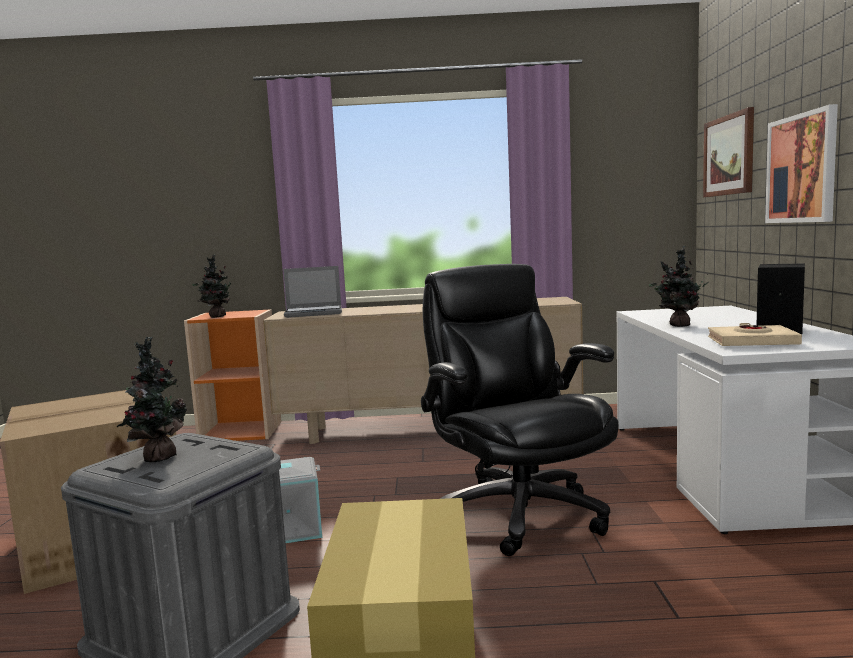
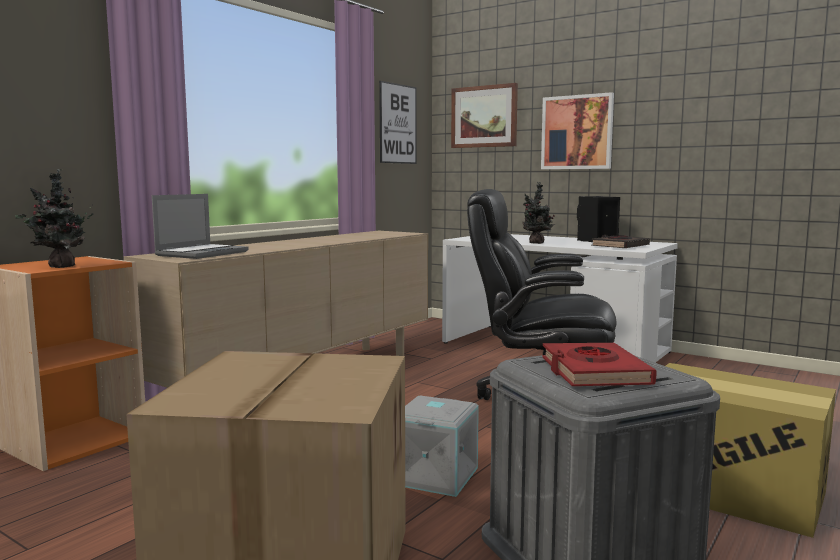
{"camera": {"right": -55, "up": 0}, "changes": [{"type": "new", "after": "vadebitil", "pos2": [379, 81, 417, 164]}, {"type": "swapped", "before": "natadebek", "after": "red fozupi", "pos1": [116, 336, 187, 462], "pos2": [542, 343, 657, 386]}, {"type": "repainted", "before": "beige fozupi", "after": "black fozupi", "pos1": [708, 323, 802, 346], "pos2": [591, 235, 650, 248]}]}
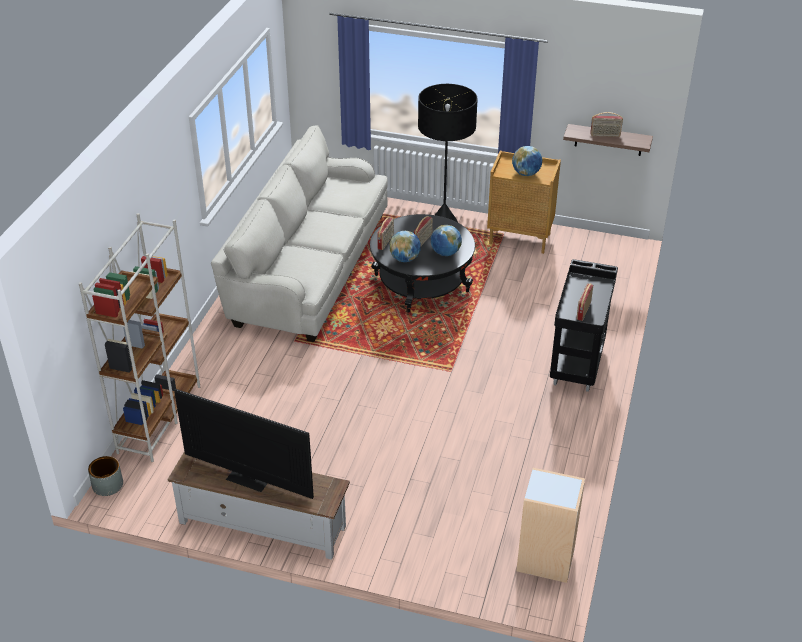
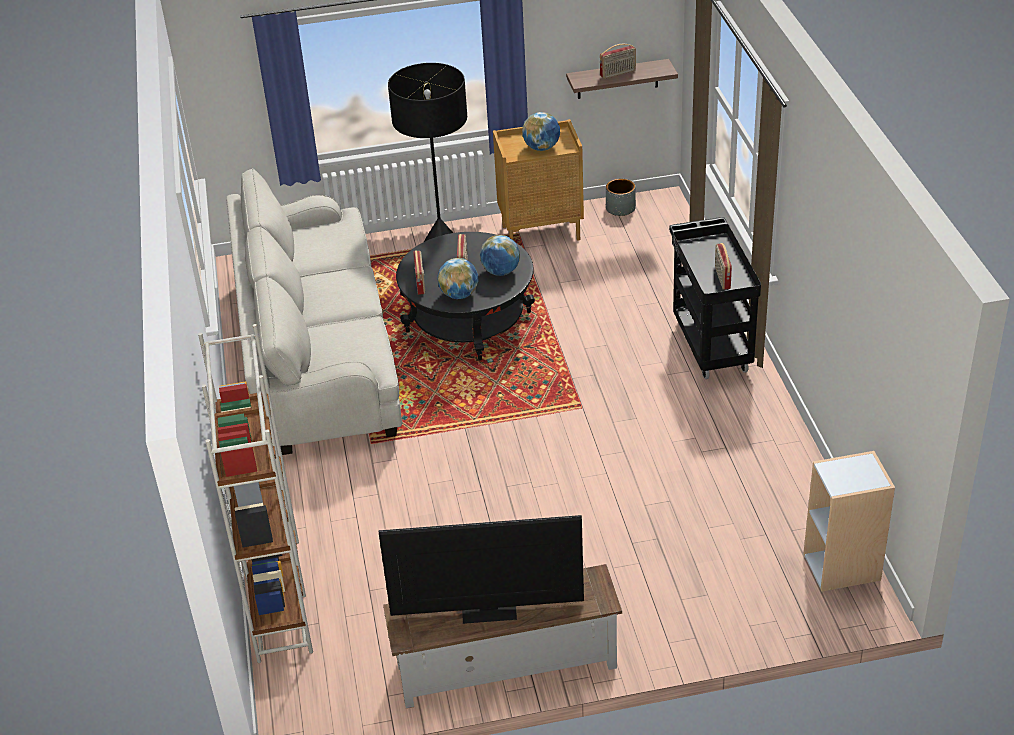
{"camera": {"right": -25, "up": 0}, "changes": [{"type": "shifted", "before": "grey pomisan", "pos1": [88, 456, 123, 496], "pos2": [606, 179, 636, 216]}]}
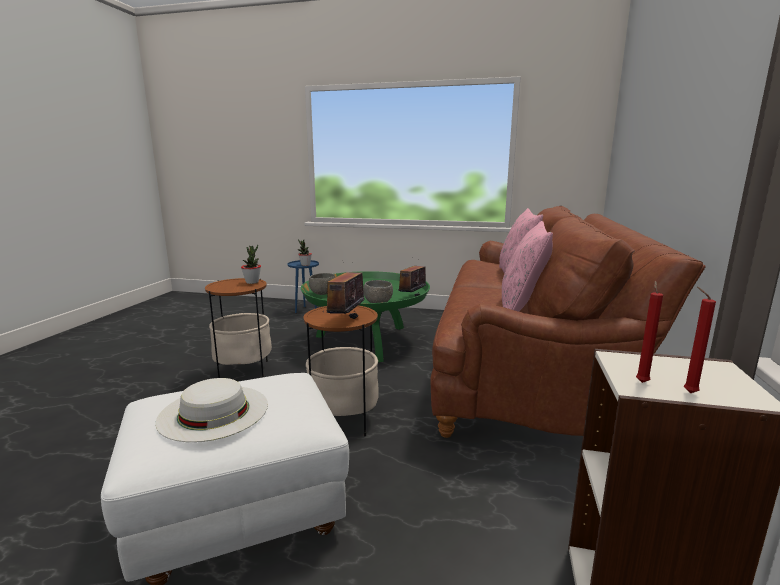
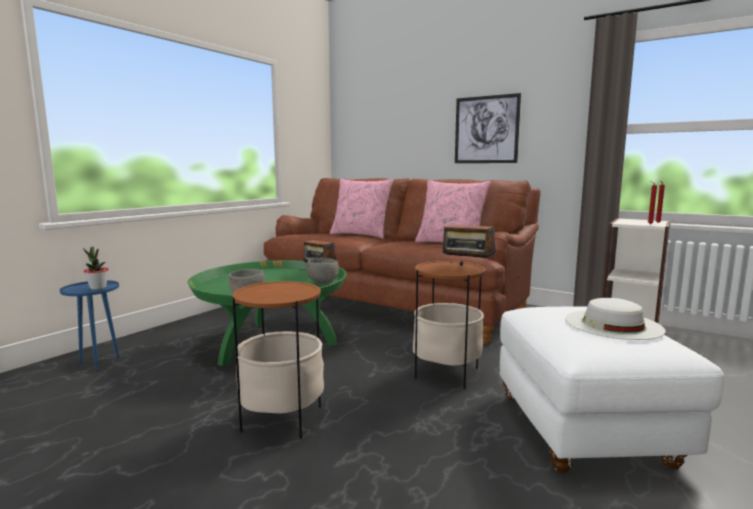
{"camera": {"right": -70, "up": -5}, "changes": [{"type": "gone", "before": "natadebek", "pos1": [241, 245, 261, 284]}, {"type": "new", "after": "vadebitil", "pos2": [455, 93, 521, 163]}]}
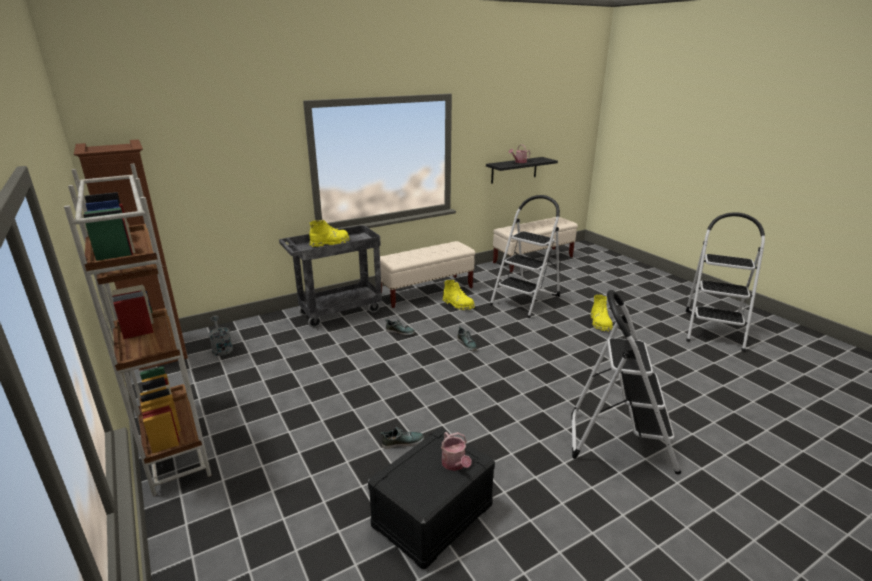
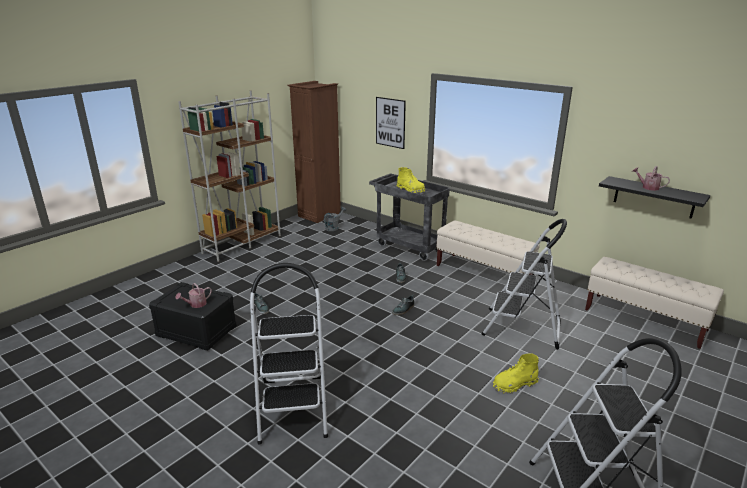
{"camera": {"right": 70, "up": 0}, "changes": [{"type": "gone", "before": "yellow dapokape", "pos1": [443, 280, 475, 310]}, {"type": "new", "after": "vadebitil", "pos2": [376, 97, 406, 149]}]}
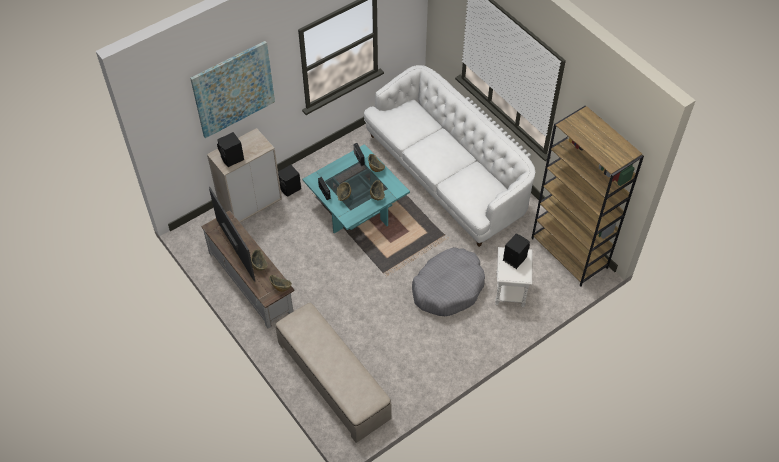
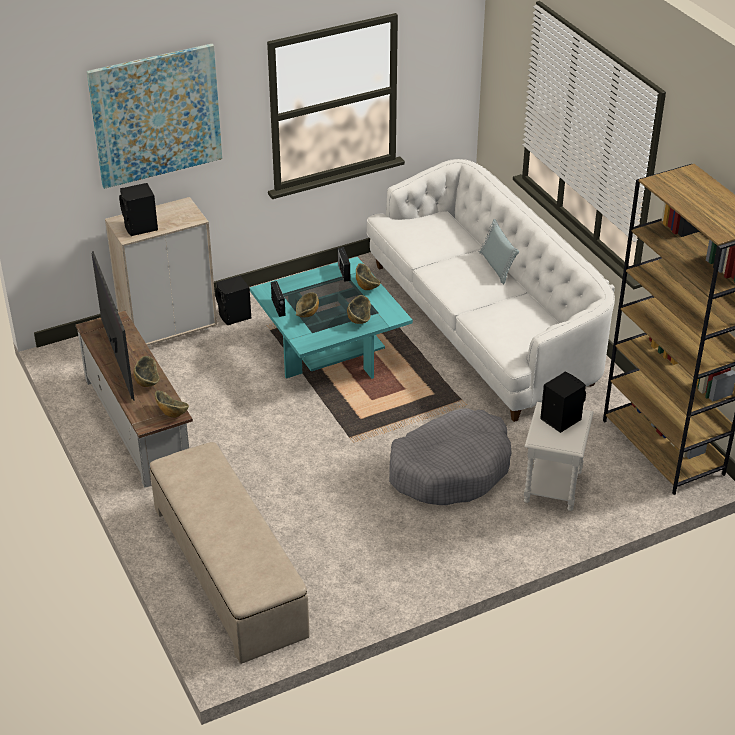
{"camera": {"right": 10, "up": -15}, "changes": [{"type": "new", "after": "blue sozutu", "pos2": [478, 219, 519, 284]}]}
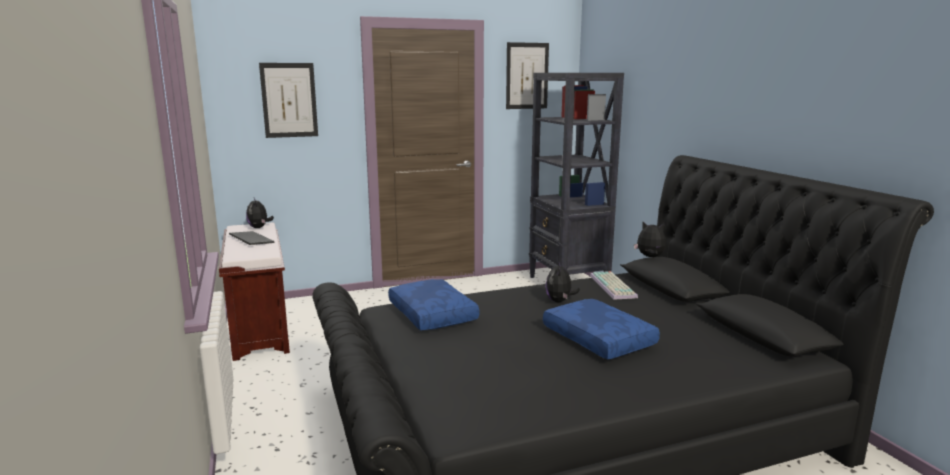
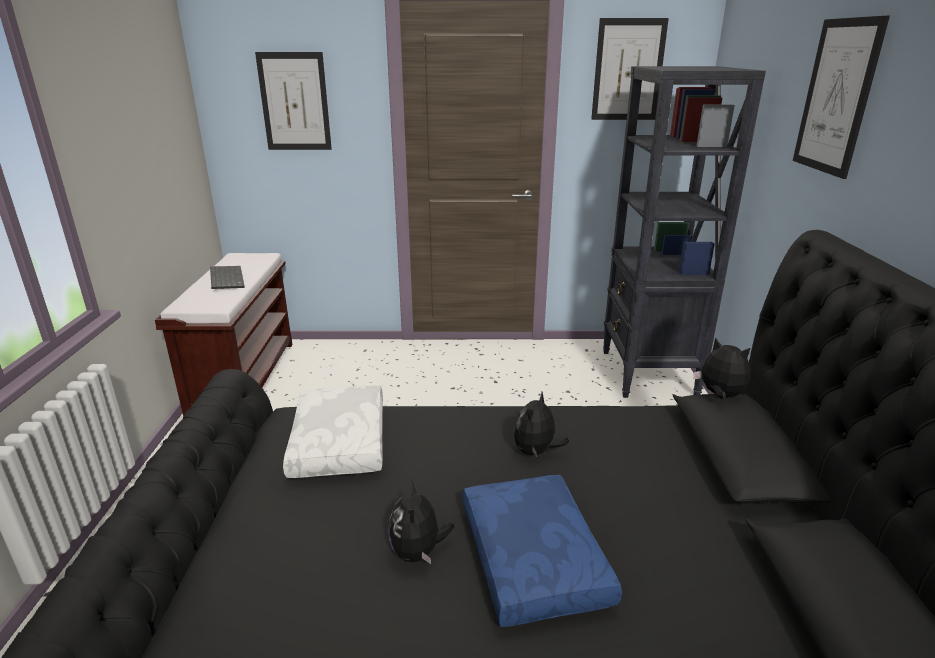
{"camera": {"right": 20, "up": 10}, "changes": [{"type": "gone", "before": "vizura", "pos1": [590, 271, 638, 300]}, {"type": "new", "after": "vadebitil", "pos2": [793, 16, 890, 179]}, {"type": "shifted", "before": "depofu", "pos1": [246, 198, 274, 228], "pos2": [388, 478, 454, 564]}, {"type": "repainted", "before": "blue sozutu", "after": "white sozutu", "pos1": [388, 279, 479, 330], "pos2": [283, 385, 383, 478]}]}
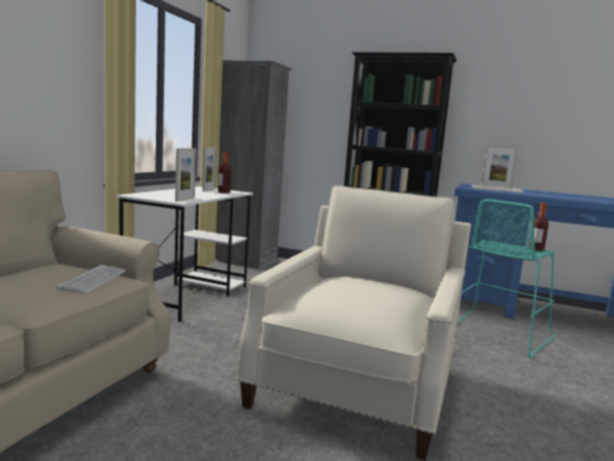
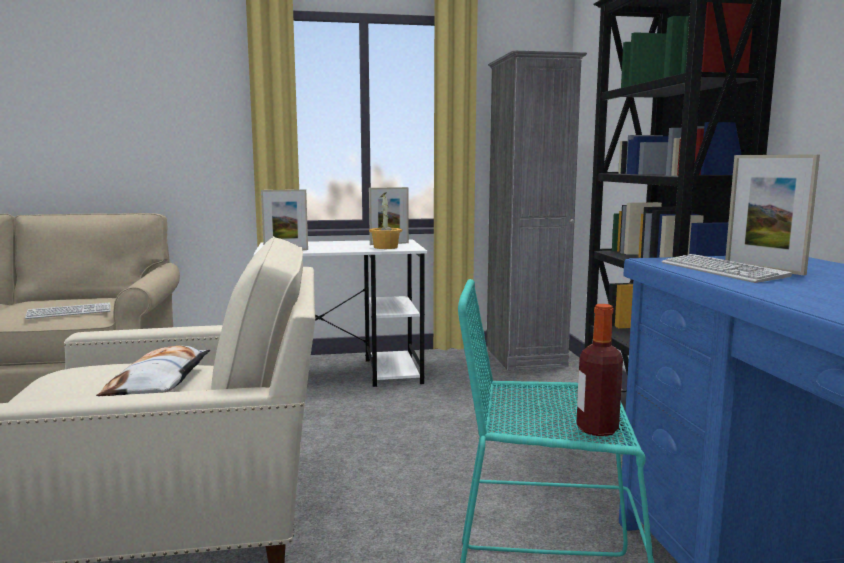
{"camera": {"right": 60, "up": 0}, "changes": [{"type": "new", "after": "sozutu", "pos2": [96, 346, 210, 396]}, {"type": "swapped", "before": "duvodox", "after": "natadebek", "pos1": [218, 151, 232, 193], "pos2": [369, 192, 402, 249]}]}
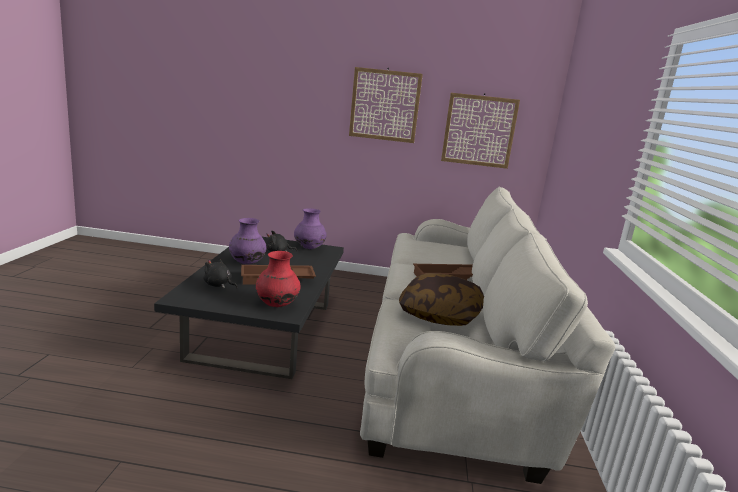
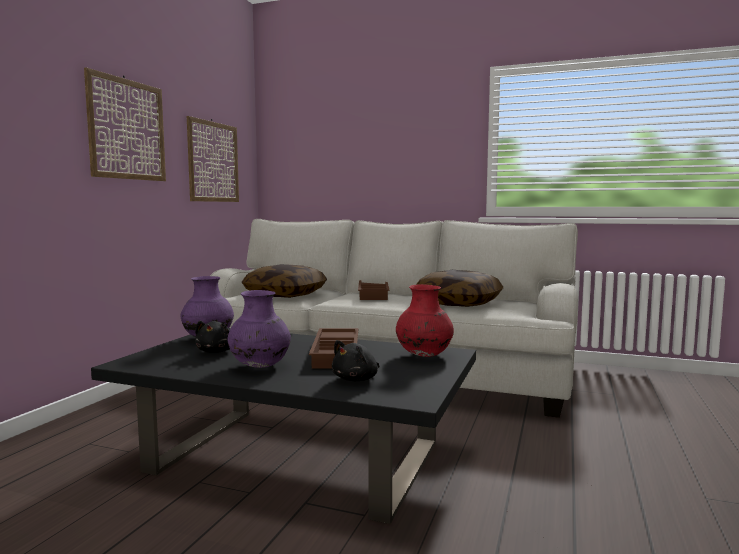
{"camera": {"right": -75, "up": -10}, "changes": [{"type": "new", "after": "sozutu", "pos2": [242, 264, 327, 298]}]}
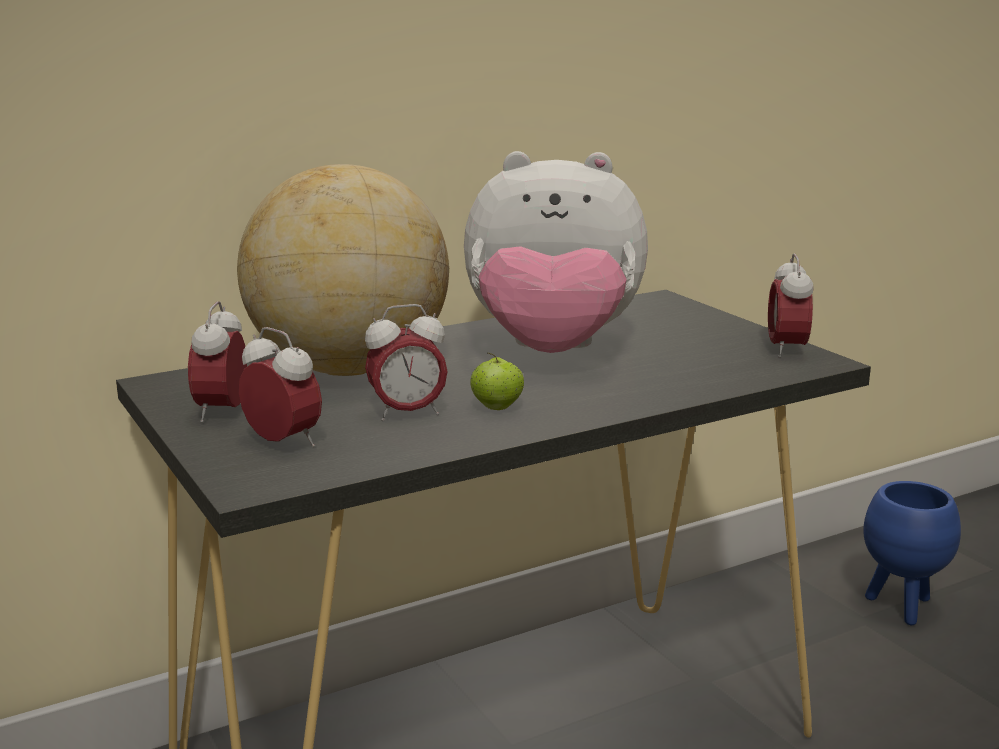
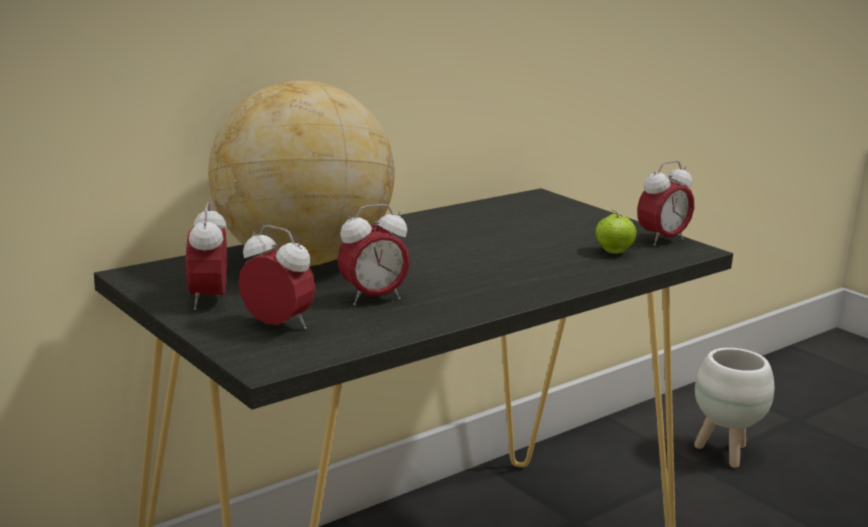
{"camera": {"right": -10, "up": 0}, "changes": [{"type": "gone", "before": "depofu", "pos1": [464, 151, 648, 353]}, {"type": "shifted", "before": "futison", "pos1": [470, 352, 524, 410], "pos2": [595, 210, 637, 254]}, {"type": "repainted", "before": "blue pomisan", "after": "white pomisan", "pos1": [863, 481, 961, 625], "pos2": [694, 348, 774, 468]}, {"type": "rotated", "before": "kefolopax", "pos1": [768, 254, 813, 358], "pos2": [637, 161, 694, 246], "turn": -120}]}
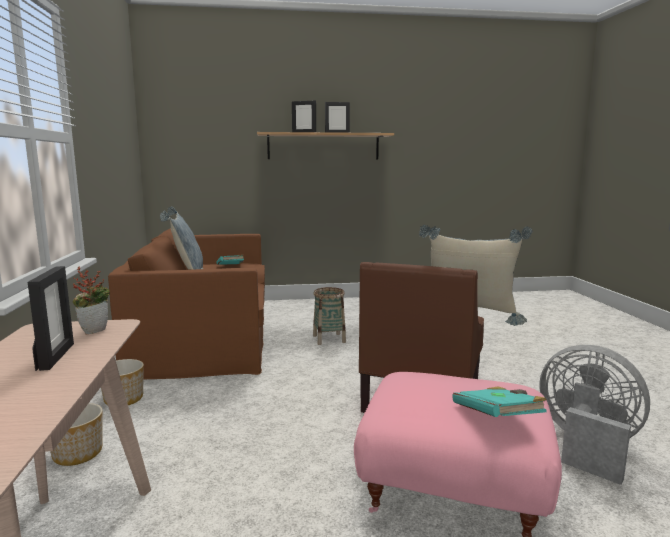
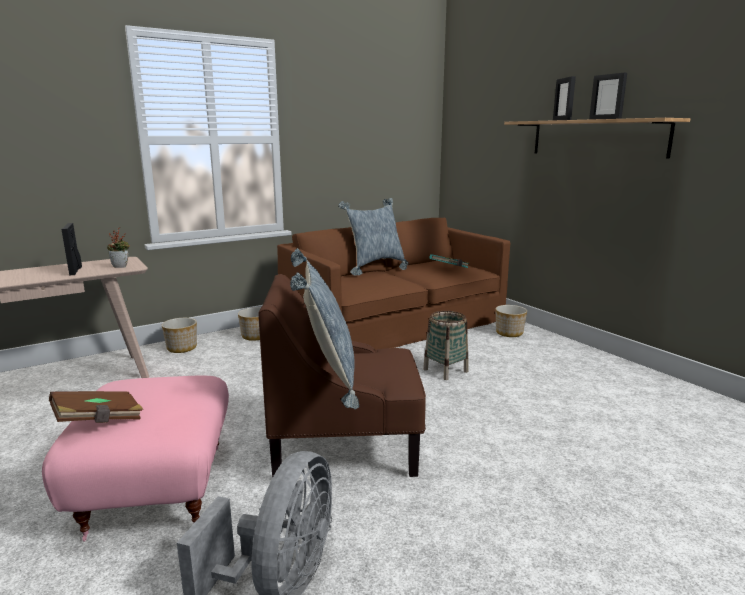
{"camera": {"right": 65, "up": 5}, "changes": [{"type": "new", "after": "pomisan", "pos2": [496, 305, 527, 337]}, {"type": "repainted", "before": "turquoise fozupi", "after": "brown fozupi", "pos1": [452, 386, 547, 417], "pos2": [49, 391, 143, 423]}, {"type": "rotated", "before": "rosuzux", "pos1": [28, 266, 74, 371], "pos2": [62, 223, 82, 276], "turn": 105}]}
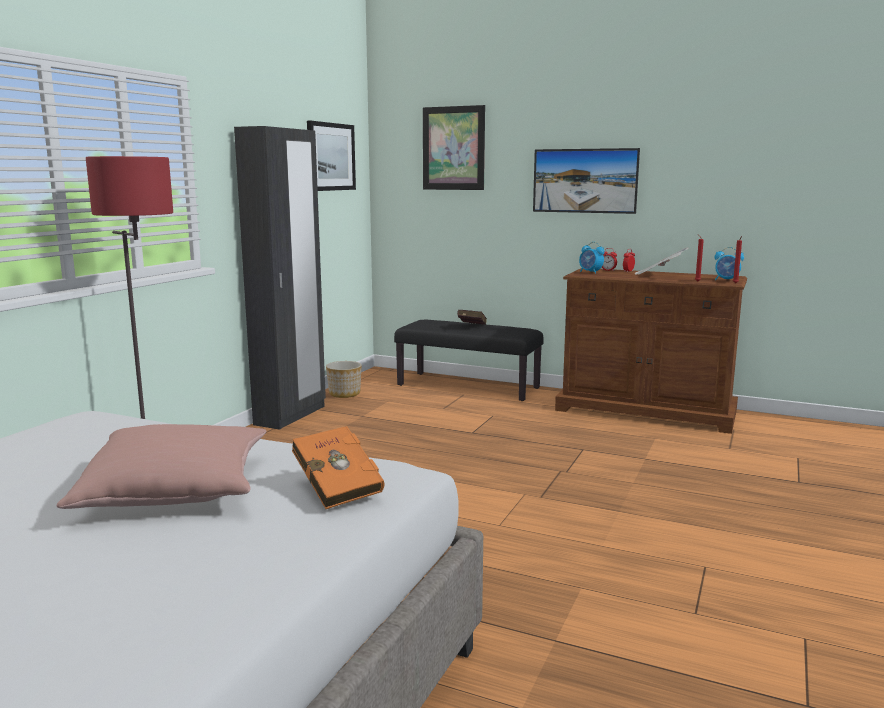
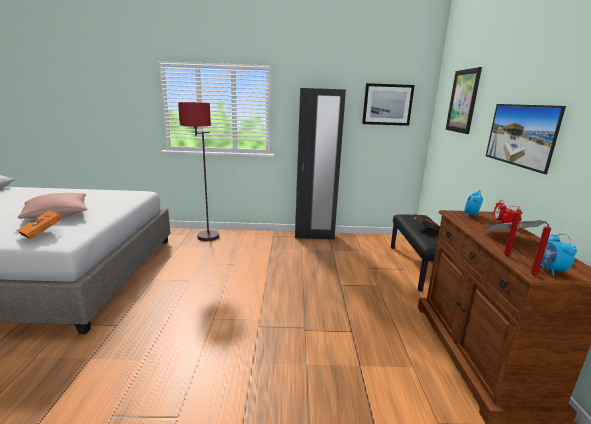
{"camera": {"right": 65, "up": 5}, "changes": [{"type": "gone", "before": "pomisan", "pos1": [326, 361, 362, 398]}]}
